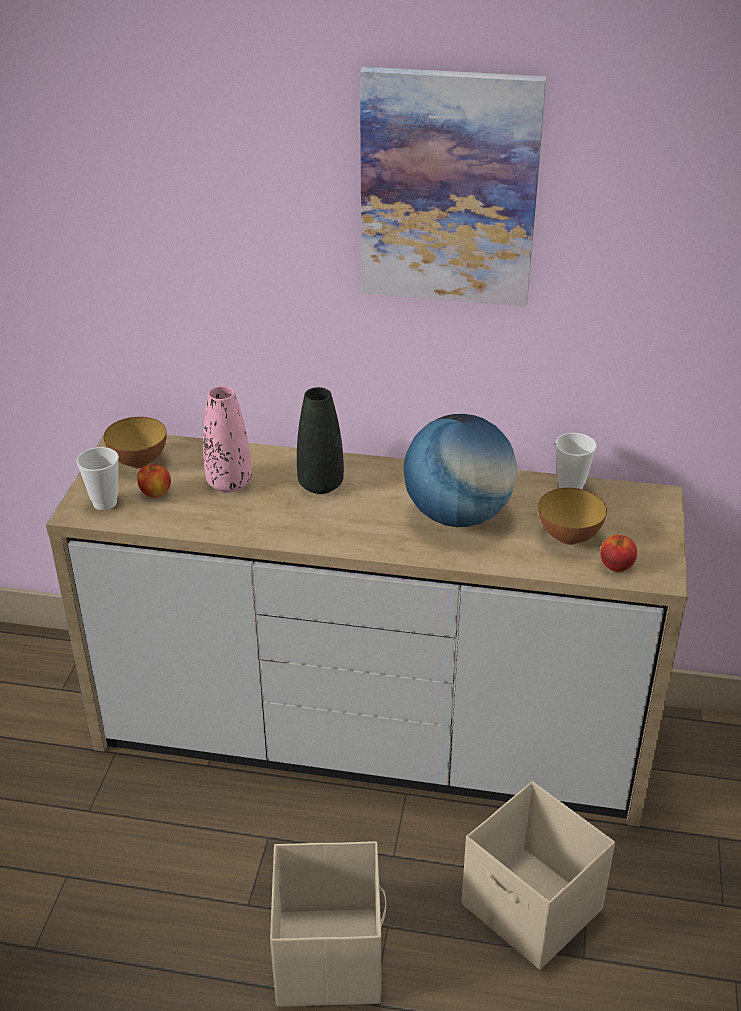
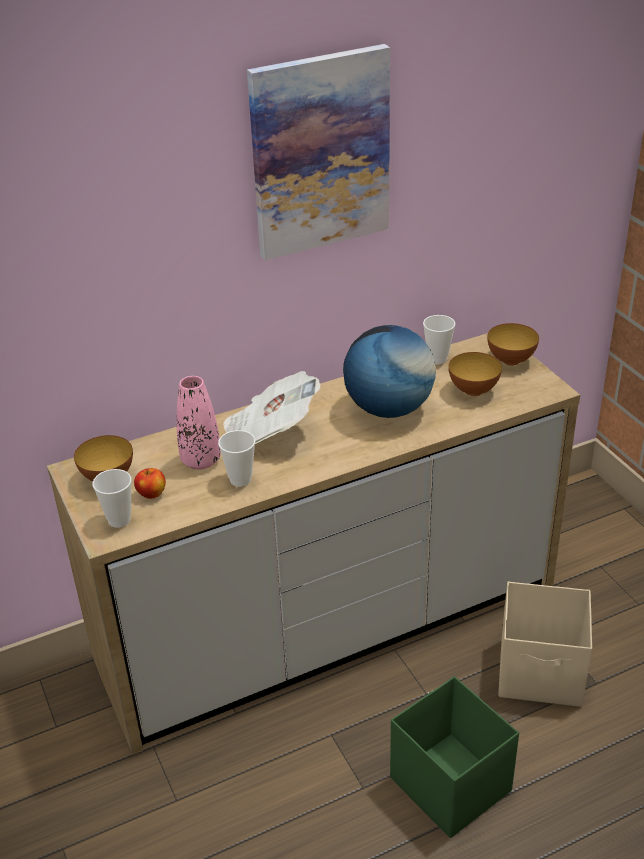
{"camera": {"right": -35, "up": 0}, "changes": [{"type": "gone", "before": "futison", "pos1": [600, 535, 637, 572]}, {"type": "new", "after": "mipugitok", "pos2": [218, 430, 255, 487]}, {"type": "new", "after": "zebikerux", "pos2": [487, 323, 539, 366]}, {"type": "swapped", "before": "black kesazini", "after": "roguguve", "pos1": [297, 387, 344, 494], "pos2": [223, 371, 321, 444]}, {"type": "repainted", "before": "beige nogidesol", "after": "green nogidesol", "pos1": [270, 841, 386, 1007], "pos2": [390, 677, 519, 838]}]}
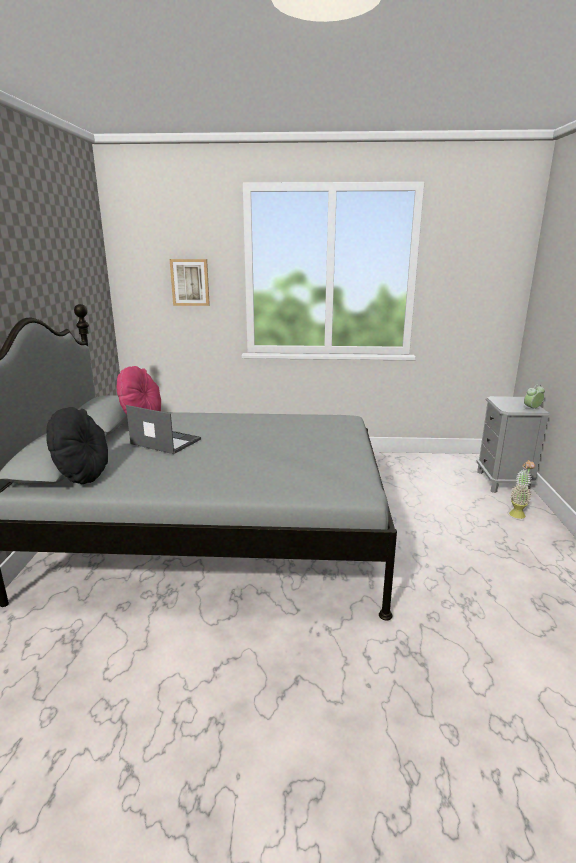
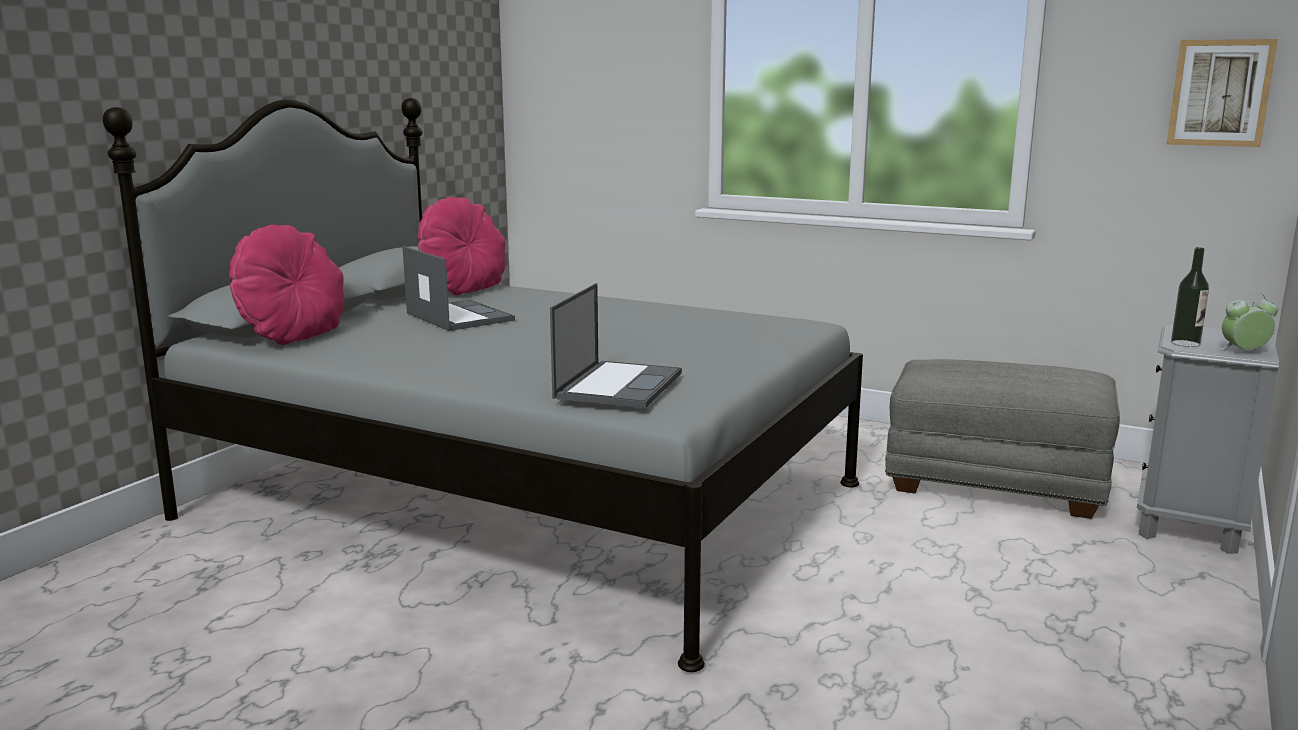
{"camera": {"right": 25, "up": -5}, "changes": [{"type": "gone", "before": "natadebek", "pos1": [509, 460, 535, 519]}, {"type": "new", "after": "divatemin", "pos2": [550, 283, 682, 408]}, {"type": "new", "after": "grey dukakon", "pos2": [885, 359, 1120, 519]}, {"type": "new", "after": "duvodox", "pos2": [1171, 247, 1209, 347]}, {"type": "shifted", "before": "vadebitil", "pos1": [170, 259, 210, 306], "pos2": [1167, 39, 1278, 147]}, {"type": "repainted", "before": "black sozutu", "after": "pink sozutu", "pos1": [46, 407, 108, 484], "pos2": [229, 225, 344, 345]}]}
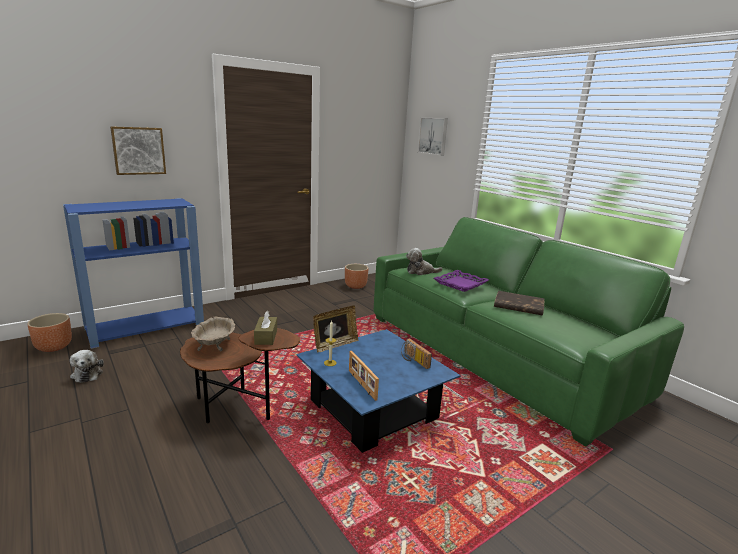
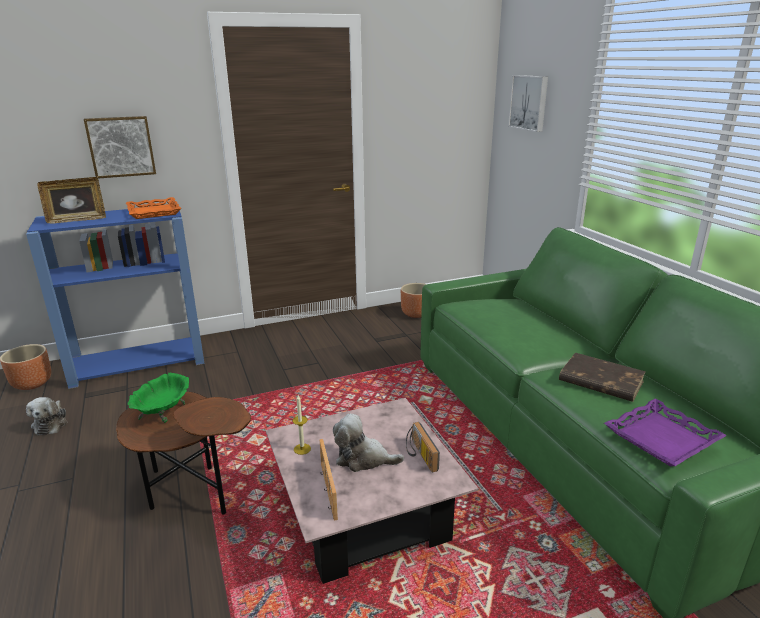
{"camera": {"right": 15, "up": 5}, "changes": [{"type": "gone", "before": "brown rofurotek", "pos1": [254, 311, 277, 345]}, {"type": "new", "after": "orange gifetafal", "pos2": [126, 197, 182, 219]}, {"type": "shifted", "before": "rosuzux", "pos1": [313, 305, 359, 352], "pos2": [37, 177, 106, 224]}, {"type": "shifted", "before": "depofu", "pos1": [406, 248, 442, 275], "pos2": [333, 414, 404, 472]}, {"type": "shifted", "before": "purple gifetafal", "pos1": [434, 270, 489, 292], "pos2": [604, 399, 727, 466]}, {"type": "repainted", "before": "beige zebikerux", "after": "green zebikerux", "pos1": [191, 317, 235, 352], "pos2": [127, 373, 189, 423]}, {"type": "repainted", "before": "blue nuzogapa", "after": "pink nuzogapa", "pos1": [296, 329, 461, 453], "pos2": [266, 398, 479, 584]}]}
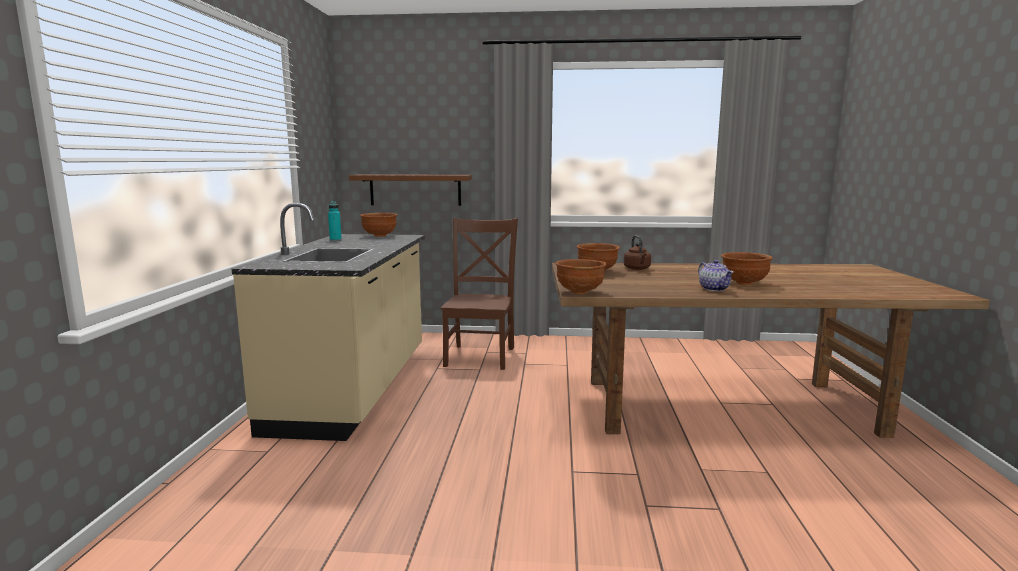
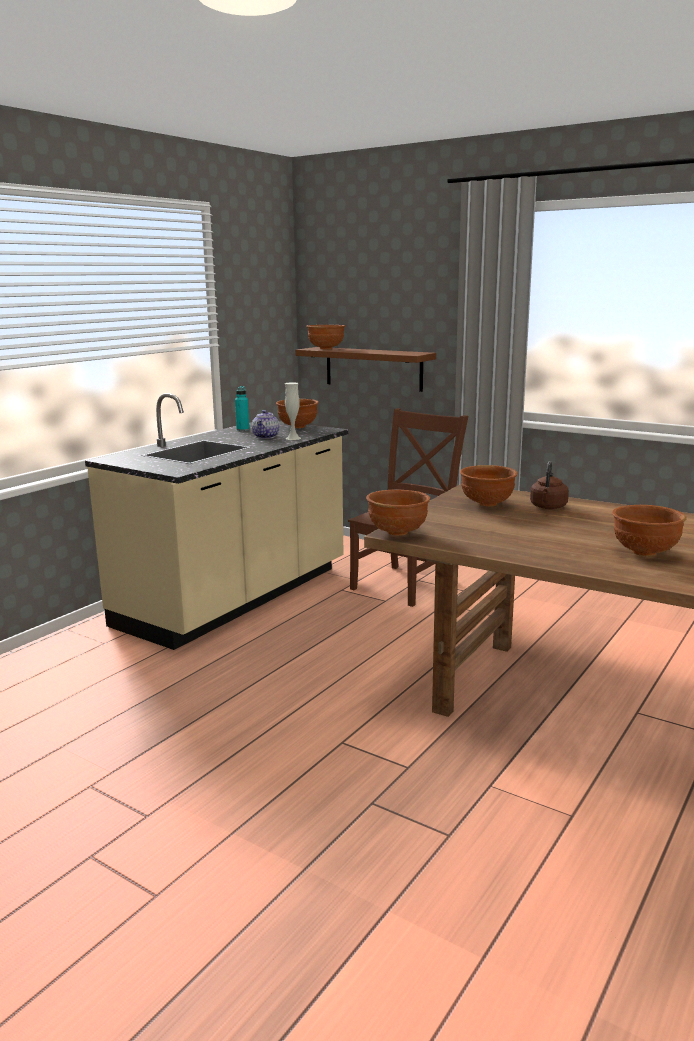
{"camera": {"right": 30, "up": 5}, "changes": [{"type": "new", "after": "white kesazini", "pos2": [285, 382, 301, 440]}, {"type": "new", "after": "brown zebikerux", "pos2": [306, 325, 345, 350]}, {"type": "shifted", "before": "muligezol", "pos1": [698, 260, 734, 291], "pos2": [252, 410, 279, 439]}]}
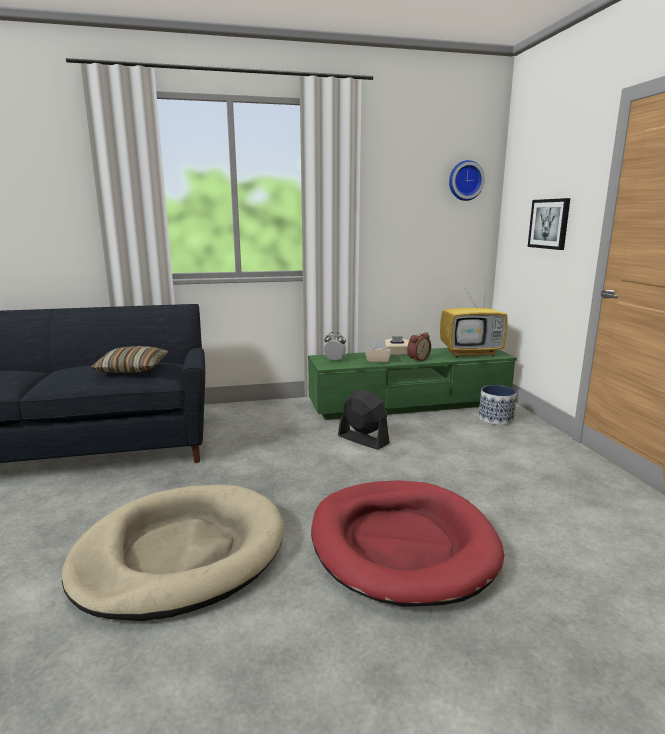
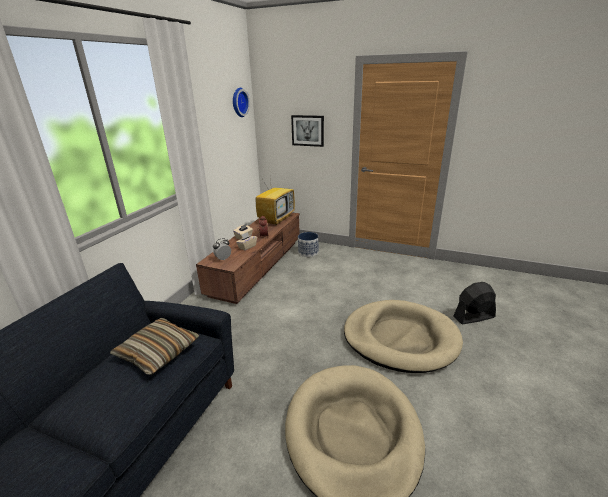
{"camera": {"right": -55, "up": 10}, "changes": [{"type": "shifted", "before": "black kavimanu", "pos1": [338, 389, 390, 450], "pos2": [453, 282, 496, 324]}, {"type": "repainted", "before": "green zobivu", "after": "brown zobivu", "pos1": [308, 348, 517, 420], "pos2": [196, 213, 300, 304]}, {"type": "repainted", "before": "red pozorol", "after": "beige pozorol", "pos1": [311, 481, 504, 606], "pos2": [344, 300, 463, 373]}]}
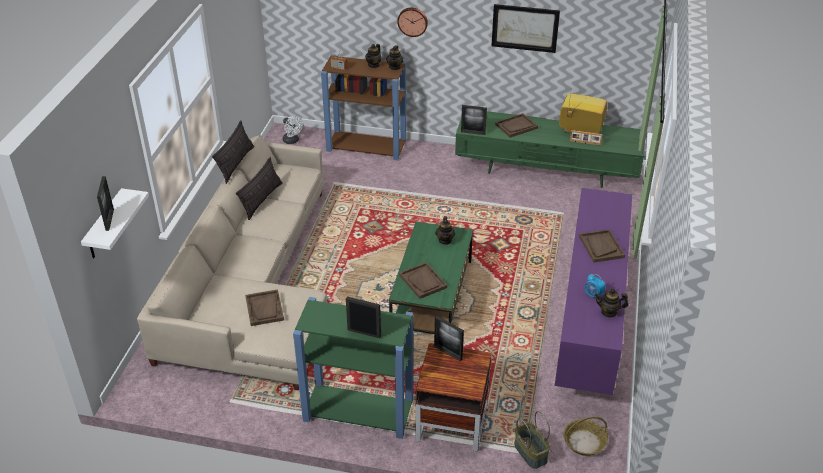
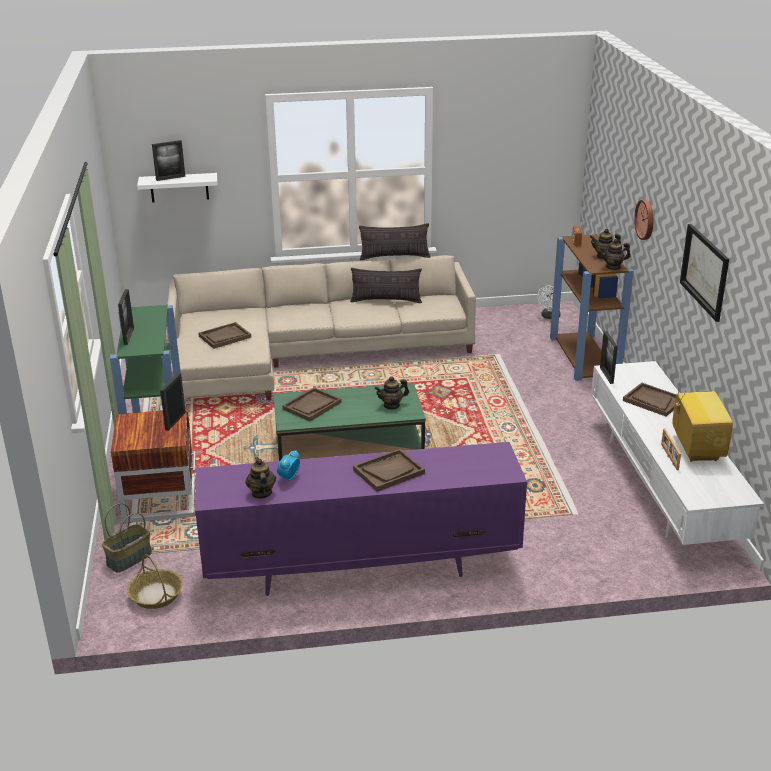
{"camera": {"right": 70, "up": -10}, "changes": [{"type": "repainted", "before": "green zobivu", "after": "white zobivu", "pos1": [455, 111, 645, 188], "pos2": [591, 361, 764, 545]}]}
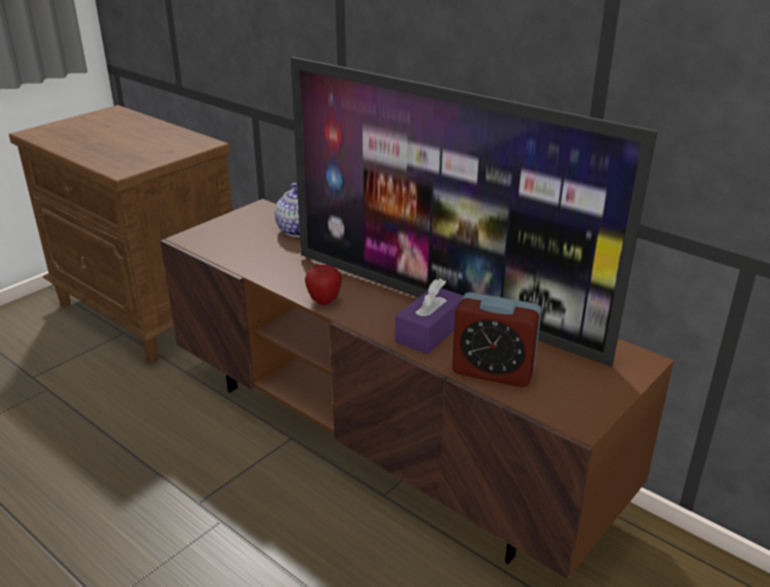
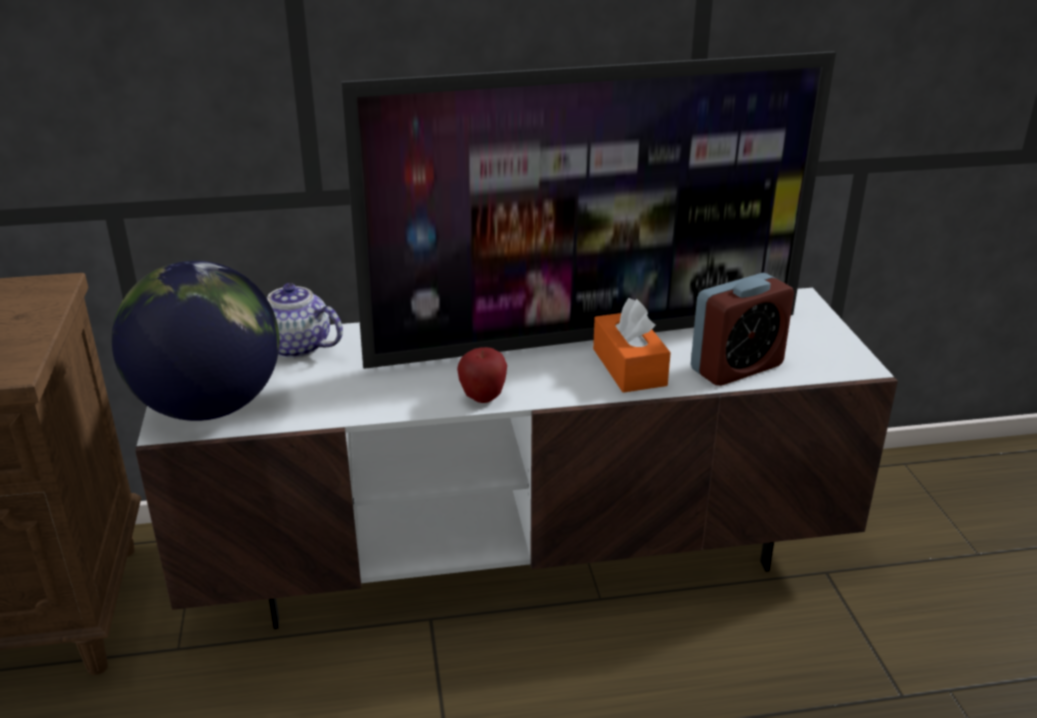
{"camera": {"right": -50, "up": 0}, "changes": [{"type": "new", "after": "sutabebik", "pos2": [112, 260, 279, 421]}, {"type": "repainted", "before": "brown zobivu", "after": "white zobivu", "pos1": [160, 199, 674, 579], "pos2": [135, 288, 898, 629]}, {"type": "repainted", "before": "purple rofurotek", "after": "orange rofurotek", "pos1": [395, 278, 463, 354], "pos2": [593, 298, 671, 393]}]}
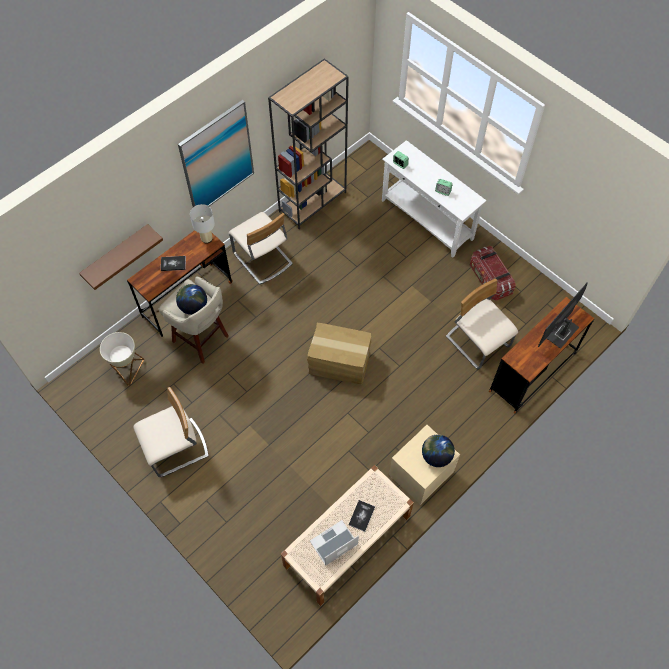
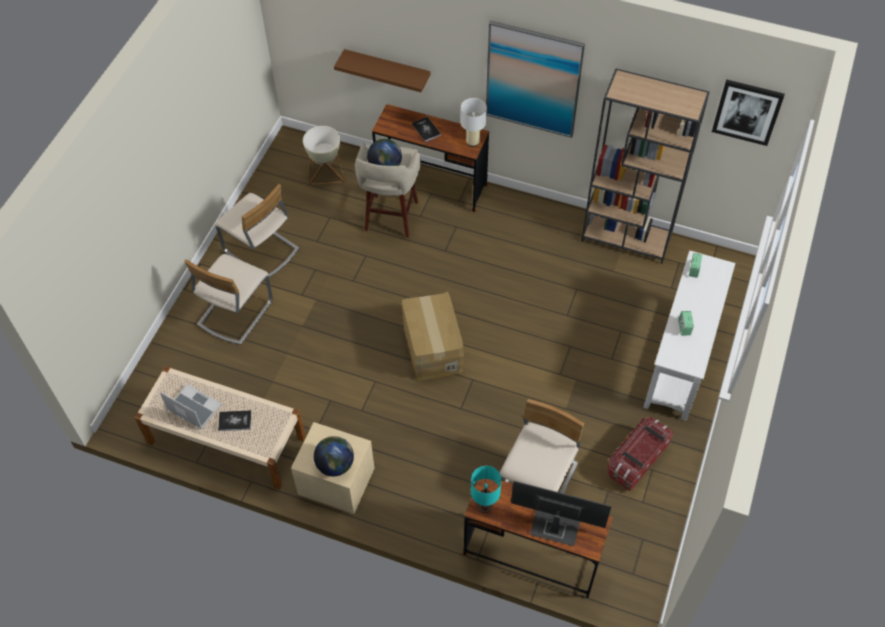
{"camera": {"right": 65, "up": -5}, "changes": [{"type": "new", "after": "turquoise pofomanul", "pos2": [471, 466, 502, 513]}, {"type": "new", "after": "vadebitil", "pos2": [712, 79, 785, 146]}, {"type": "shifted", "before": "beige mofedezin", "pos1": [229, 212, 293, 284], "pos2": [184, 254, 273, 345]}]}
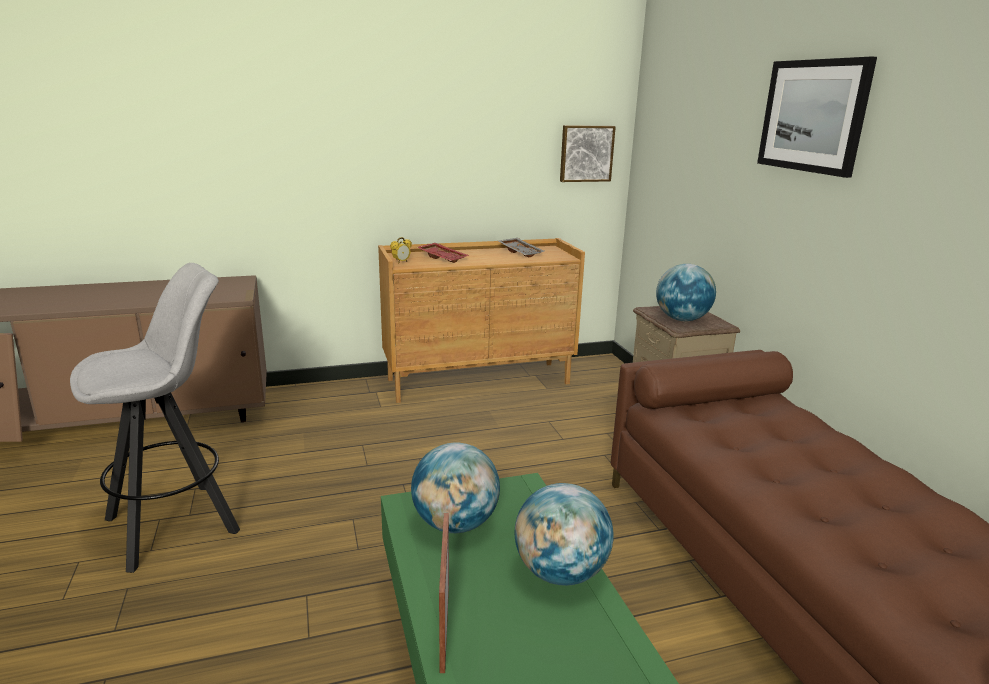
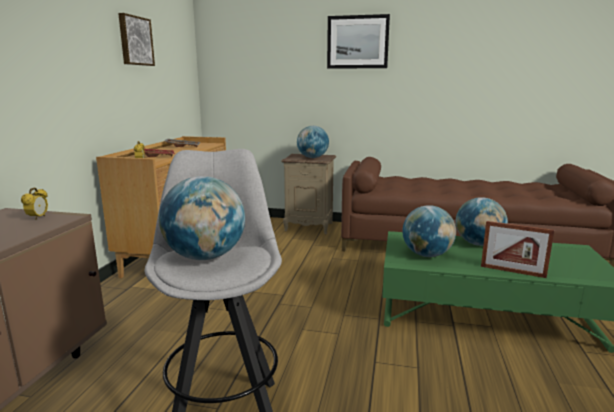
{"camera": {"right": -60, "up": -5}, "changes": [{"type": "new", "after": "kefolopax", "pos2": [21, 187, 48, 220]}, {"type": "new", "after": "sutabebik", "pos2": [159, 176, 245, 260]}, {"type": "shifted", "before": "vadebitil", "pos1": [560, 125, 616, 182], "pos2": [118, 13, 155, 66]}]}
